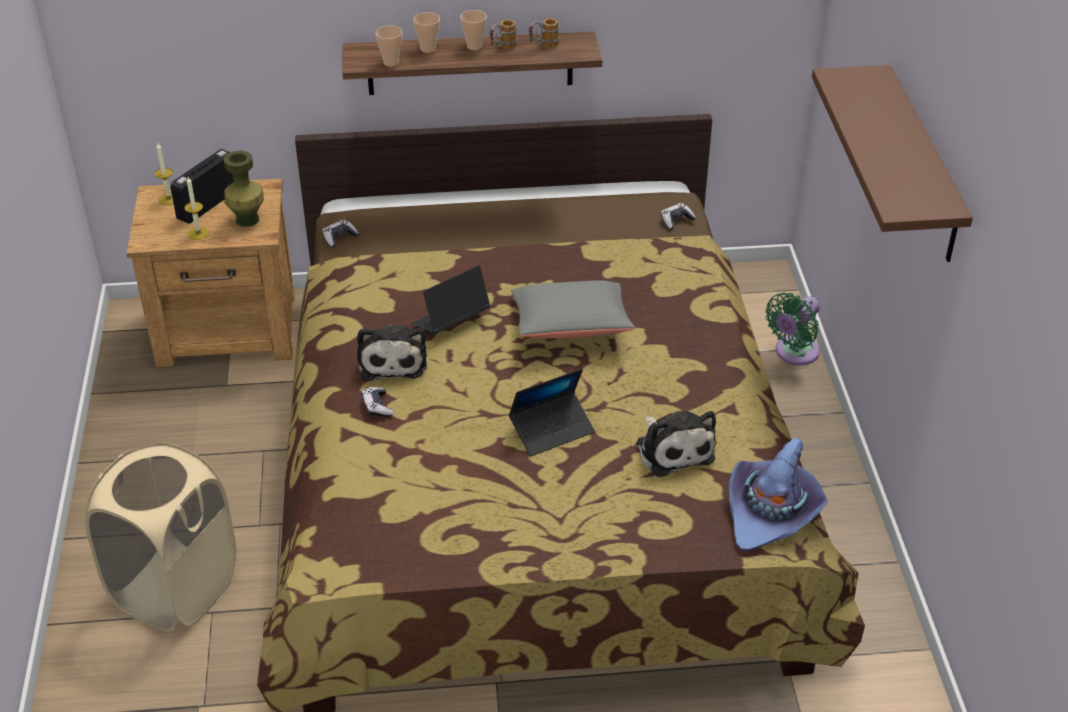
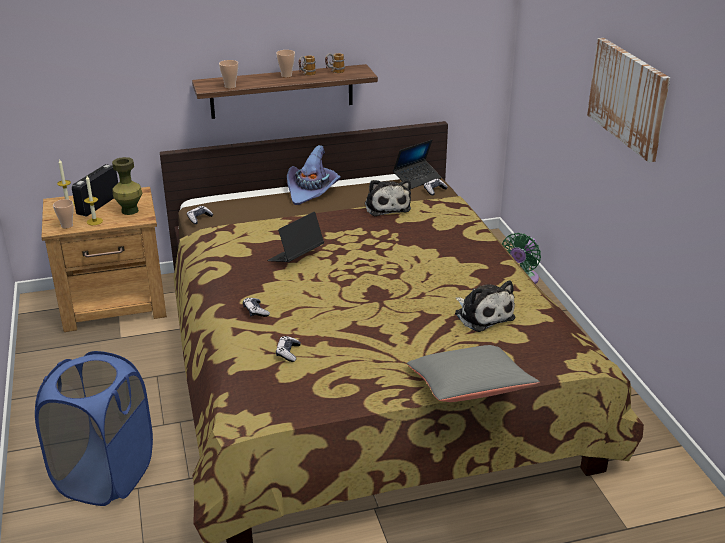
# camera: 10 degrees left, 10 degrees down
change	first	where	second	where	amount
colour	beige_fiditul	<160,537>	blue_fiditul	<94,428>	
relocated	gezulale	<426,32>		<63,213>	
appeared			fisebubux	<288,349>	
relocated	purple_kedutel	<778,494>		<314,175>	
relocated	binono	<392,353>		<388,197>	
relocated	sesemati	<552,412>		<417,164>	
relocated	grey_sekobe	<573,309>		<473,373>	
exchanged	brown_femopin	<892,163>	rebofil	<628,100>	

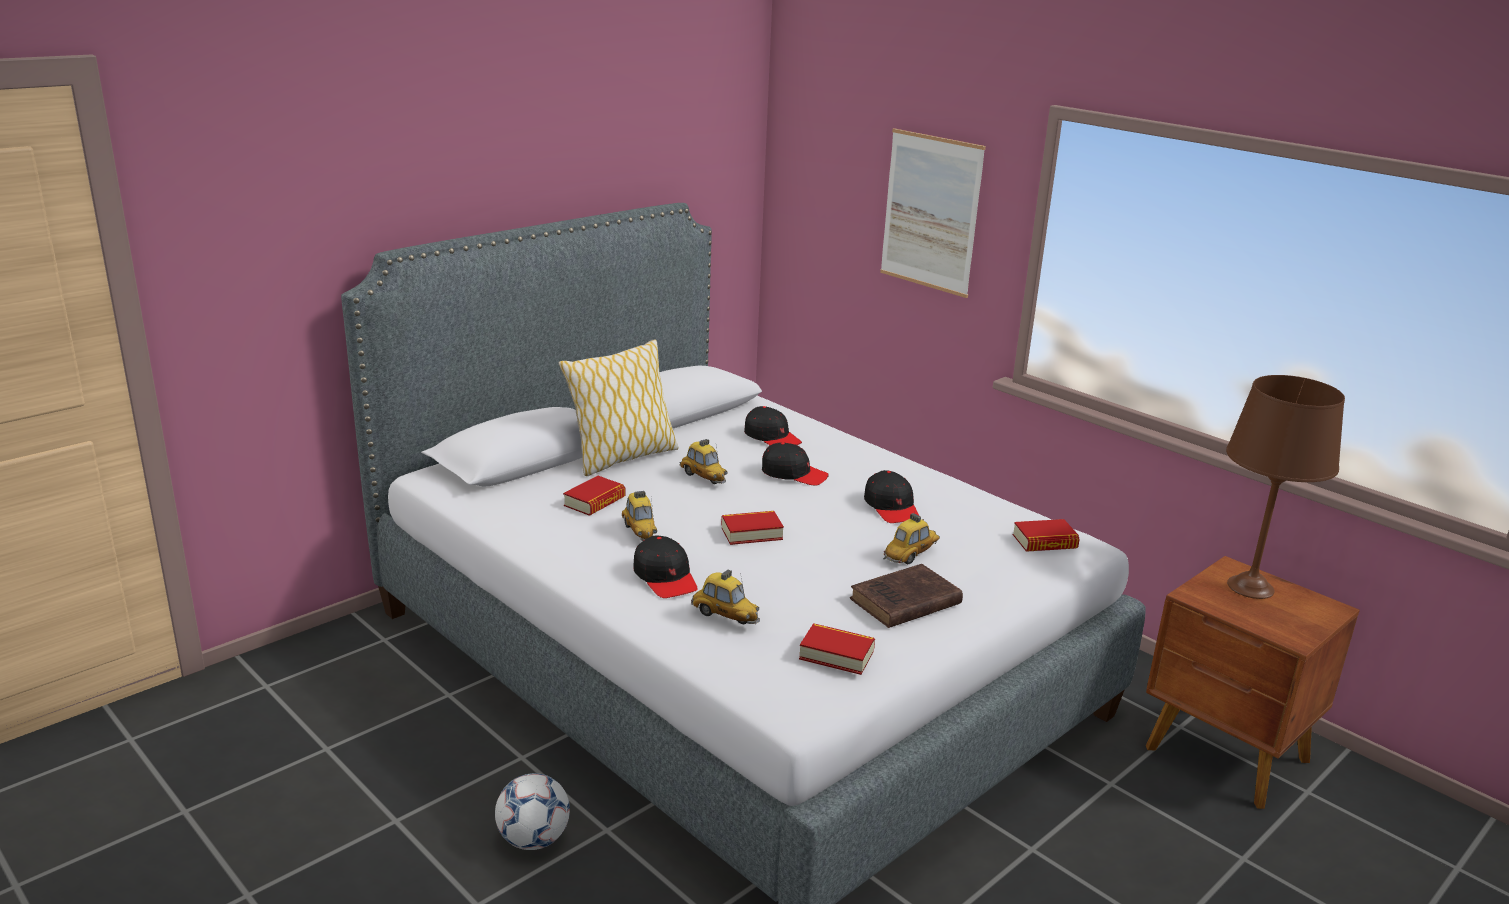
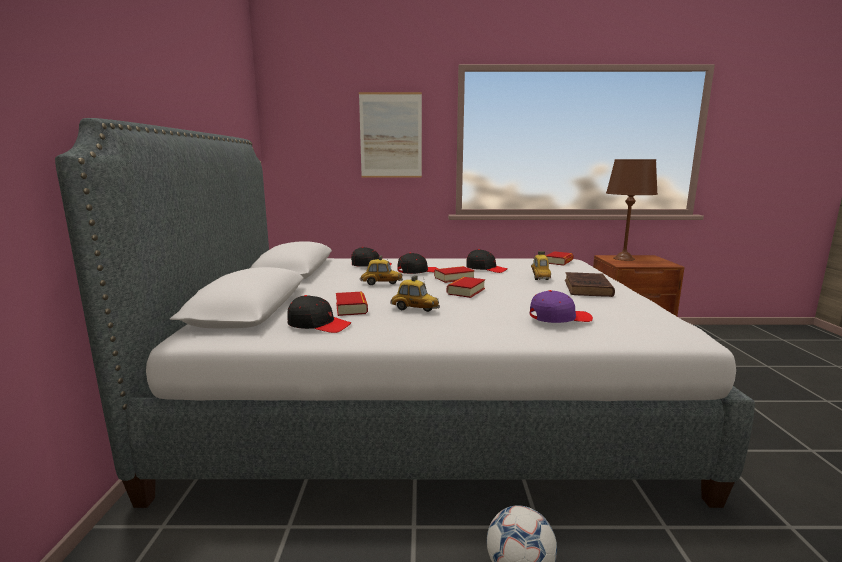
# camera: 45 degrees left, 10 degrees down
change	first	where	second	where	amount
relocated	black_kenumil	<665,567>		<319,314>	
relocated	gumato	<837,649>		<454,274>	
exchanged	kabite	<725,597>	purple_kenumil	<561,306>	
missing	sekobe	<619,407>			

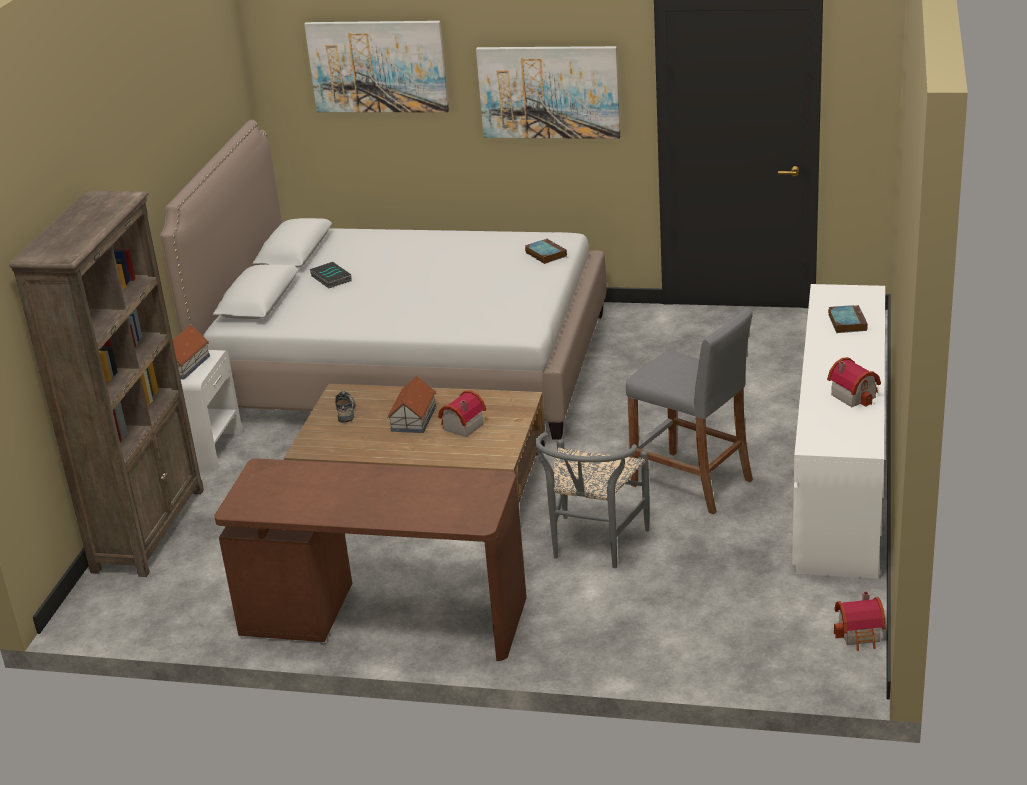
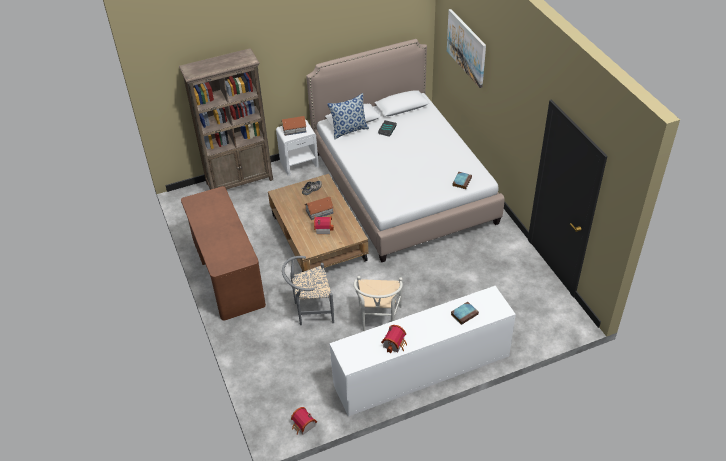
# camera: 55 degrees right, 15 degrees up
change	first	where	second	where	amount
appeared			sekobe	<348,116>	
exchanged	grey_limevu	<689,411>	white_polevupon	<378,303>	
missing	rebofil	<548,92>			

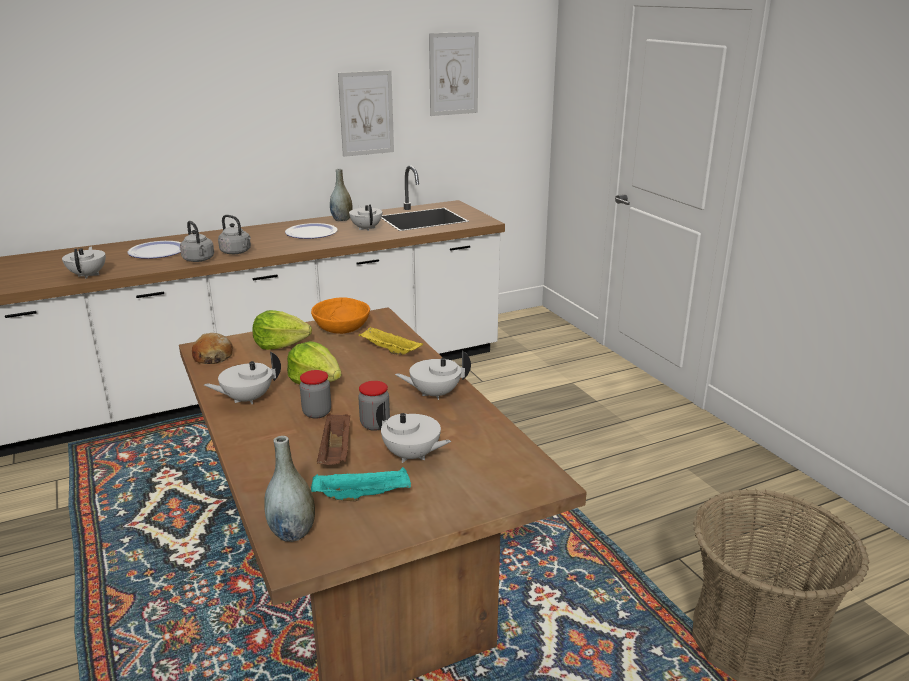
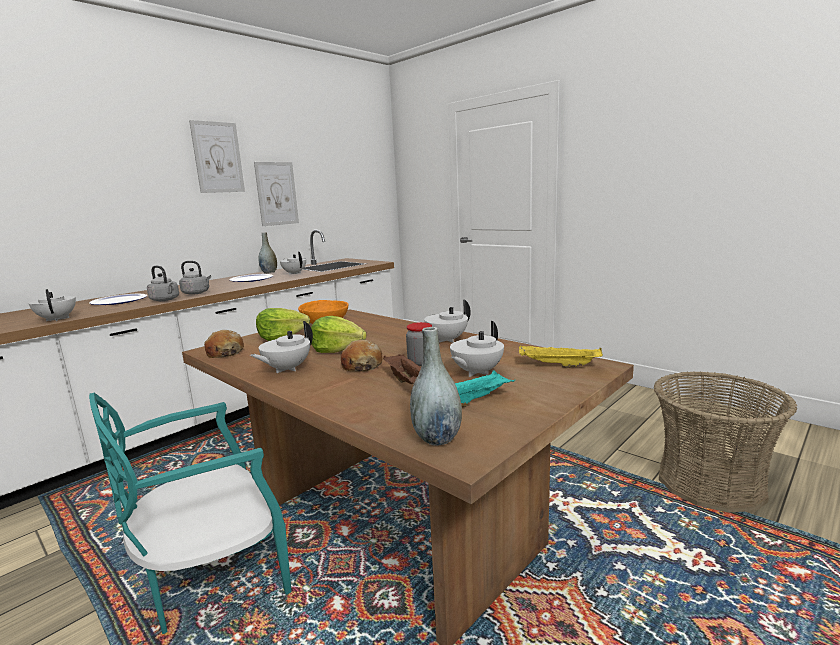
# camera: 20 degrees left, 10 degrees down
change	first	where	second	where	amount
appeared			turquoise_polevupon	<190,513>	
relocated	rebofil	<454,74>		<217,156>	
exchanged	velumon	<315,394>	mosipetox	<361,356>	
spun	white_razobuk	<413,432>		<477,349>	120 degrees clockwise
relocated	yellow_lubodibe	<391,340>		<561,356>	

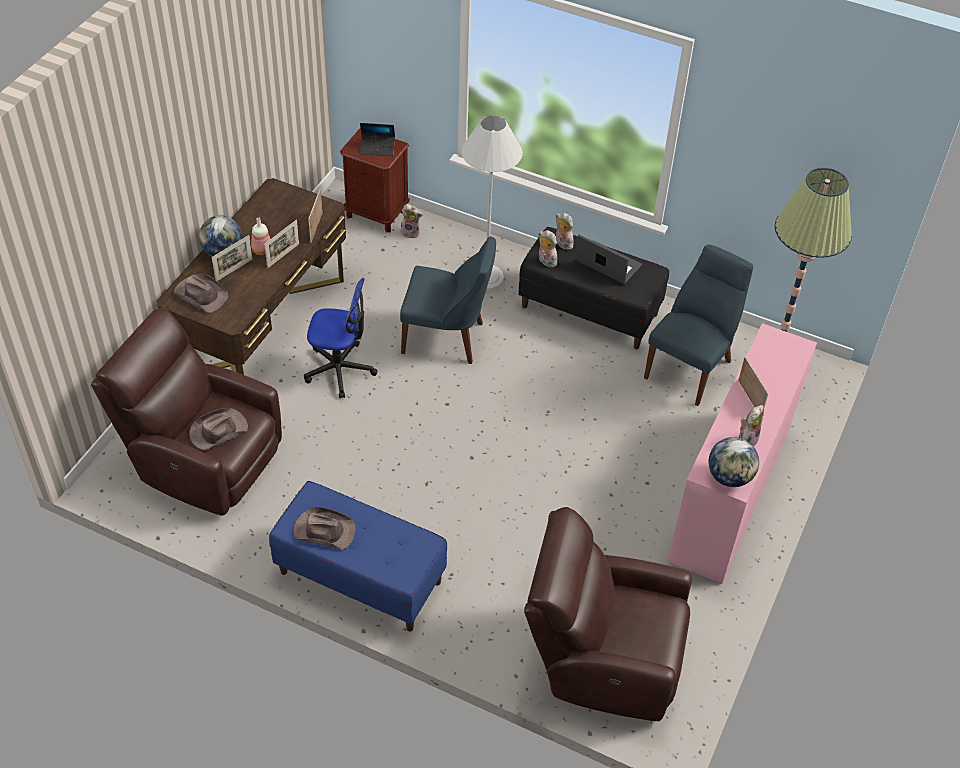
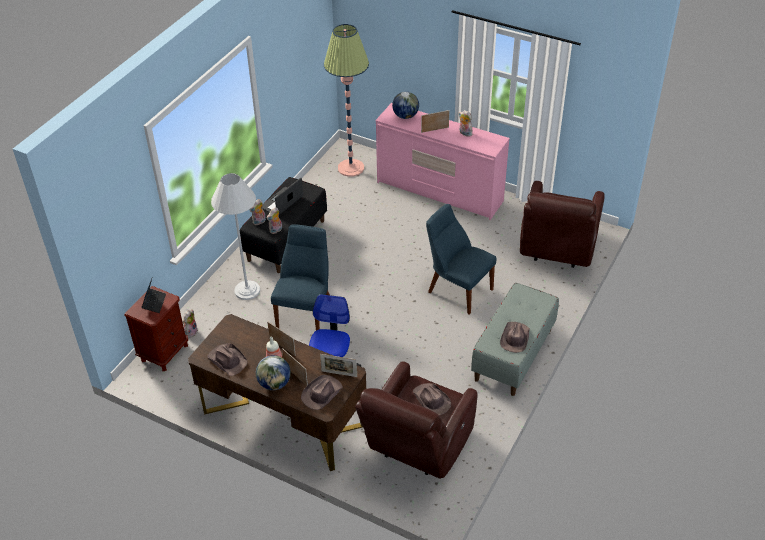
# camera: 85 degrees left, 5 degrees down
change	first	where	second	where	amount
appeared			brown_kedutel	<227,359>	
relocated	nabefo	<315,216>		<338,365>	
relocated	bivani	<733,462>		<405,105>	
relocated	blue_polevupon	<698,325>		<461,259>	
colour	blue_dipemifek	<358,556>	grey_dipemifek	<515,339>	

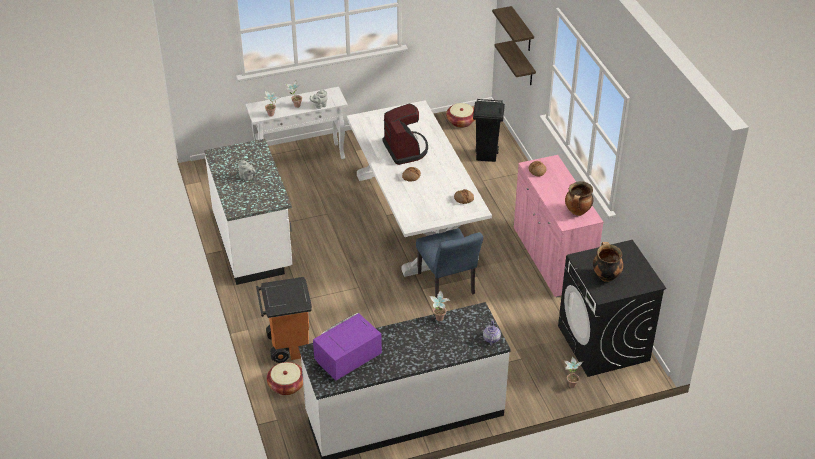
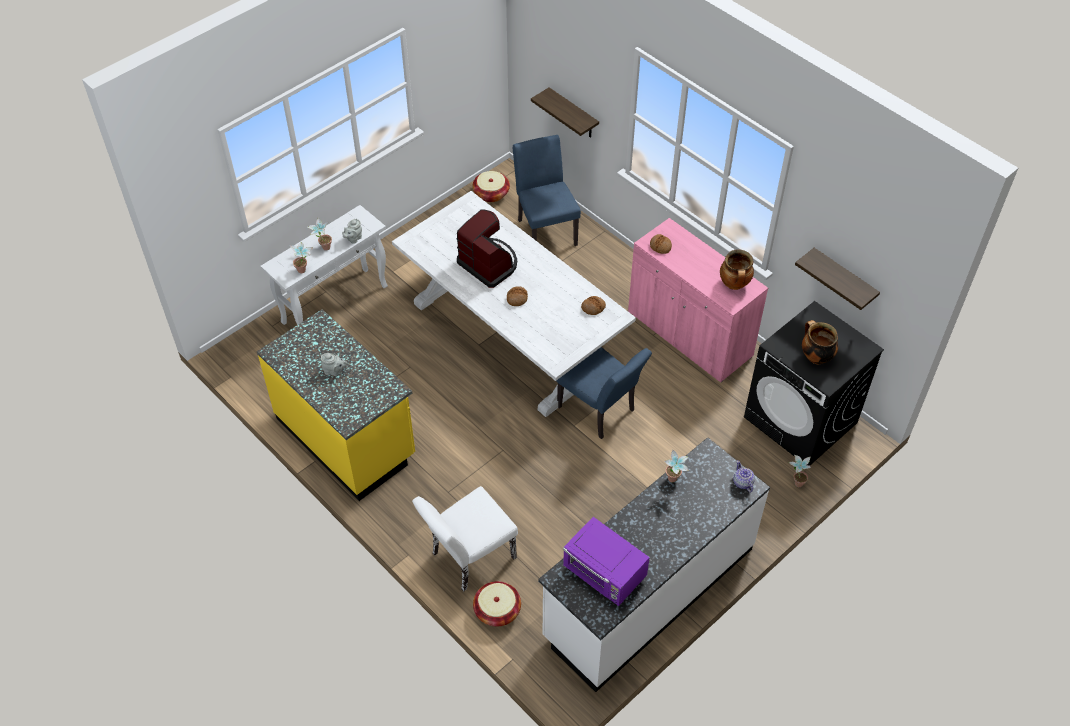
# camera: 25 degrees left, 10 degrees up
change	first	where	second	where	amount
colour	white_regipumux	<248,212>	yellow_regipumux	<336,405>	
exchanged	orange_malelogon	<284,320>	white_polevupon	<465,538>	
exchanged	black_malelogon	<489,130>	blue_polevupon	<547,190>	
spun	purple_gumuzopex	<347,347>		<606,561>	75 degrees counterclockwise
relocated	femopin	<513,28>		<837,279>	

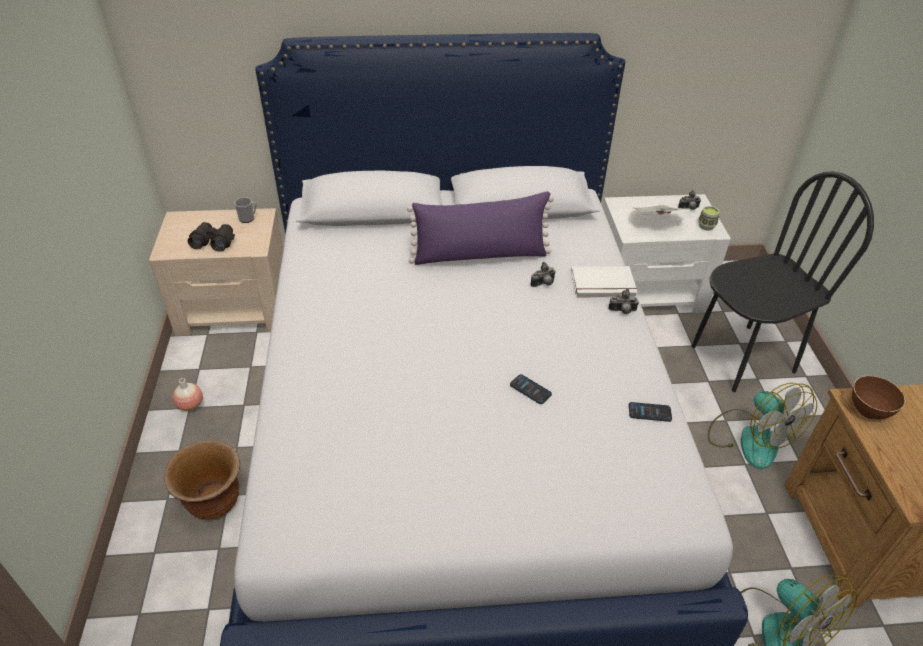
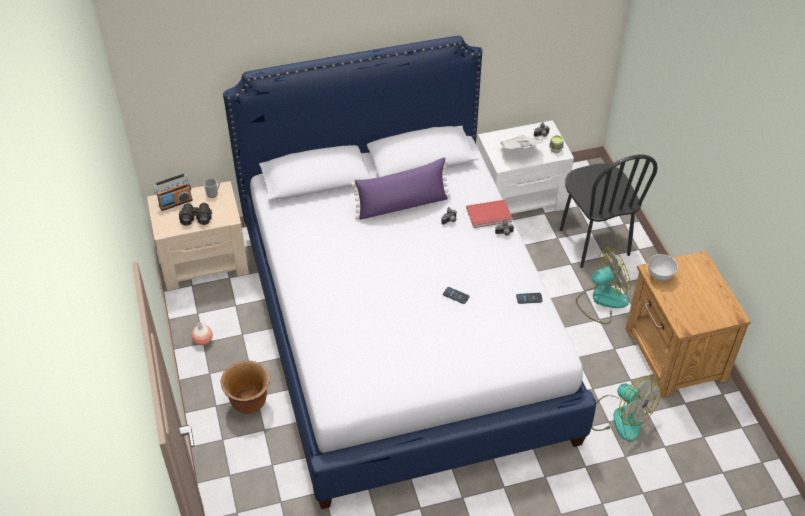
# camera: 10 degrees left, 5 degrees up
change	first	where	second	where	amount
appeared			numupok	<173,192>	
colour	white_gumato	<604,282>	red_gumato	<489,214>	
spun	black_polevupon	<782,281>		<609,211>	105 degrees clockwise
spun	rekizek	<762,426>		<603,286>	75 degrees counterclockwise
colour	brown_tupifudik	<879,397>	grey_tupifudik	<663,267>	

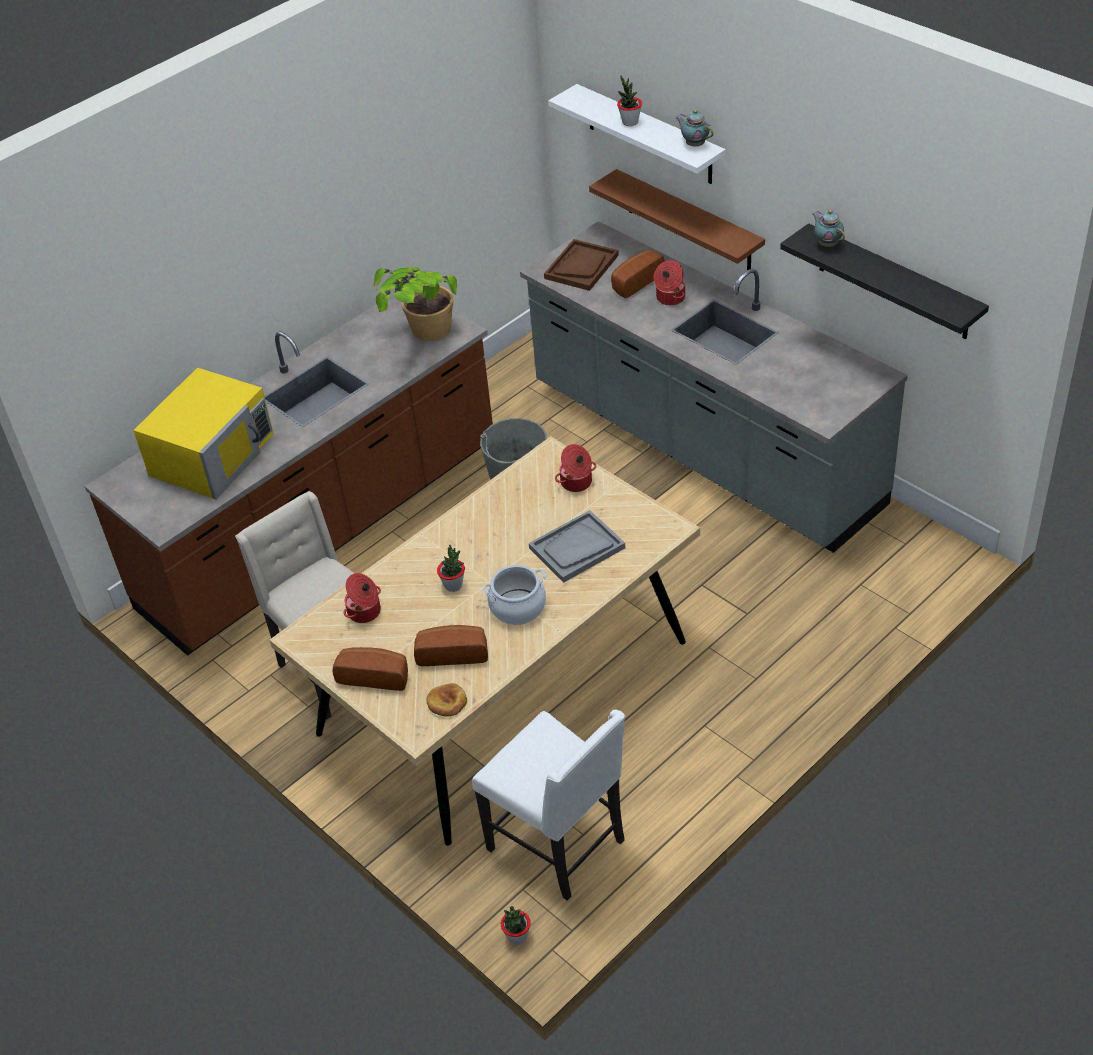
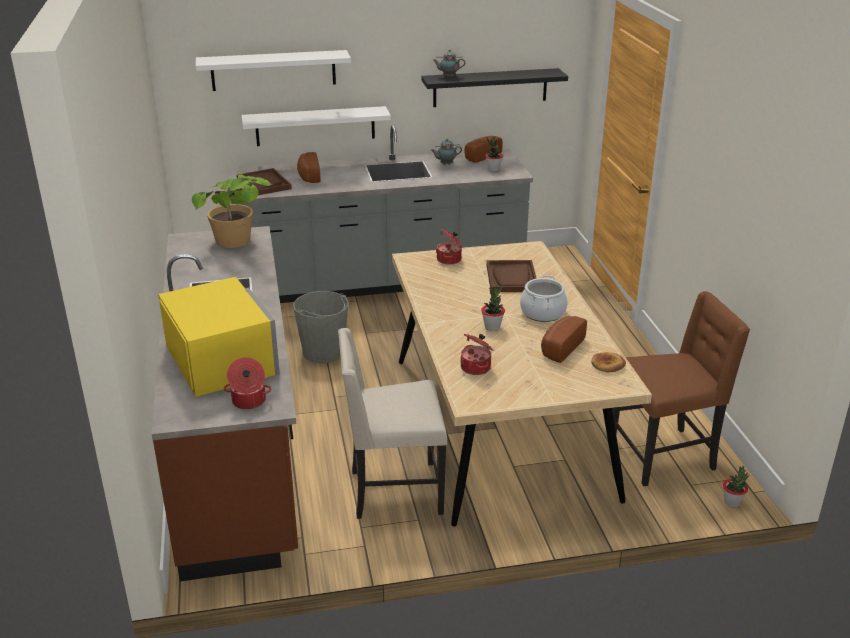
# camera: 60 degrees left, 15 degrees down
change	first	where	second	where	amount
relocated	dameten	<669,282>		<248,383>	
colour	brown_femopin	<677,219>	white_femopin	<316,126>	
relocated	razobuk	<695,128>		<446,152>	
relocated	mosipetox	<370,669>		<484,149>	
relocated	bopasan	<629,101>		<494,154>	
colour	grey_lubodibe	<577,546>	brown_lubodibe	<512,276>	
colour	white_polevupon	<548,805>	brown_polevupon	<681,388>	

